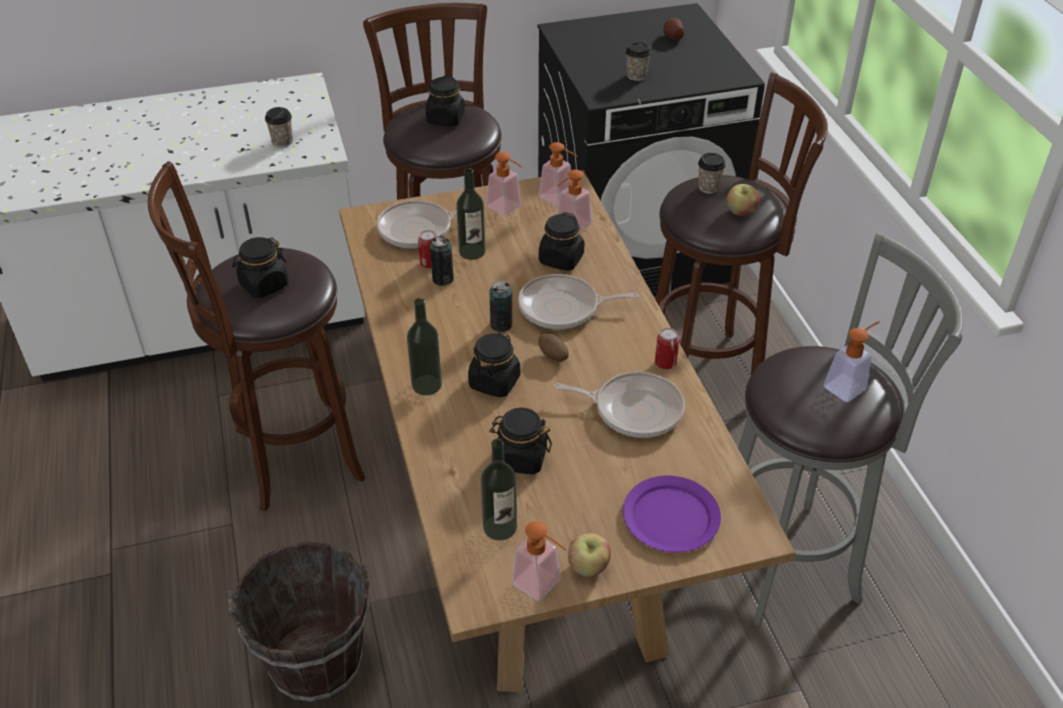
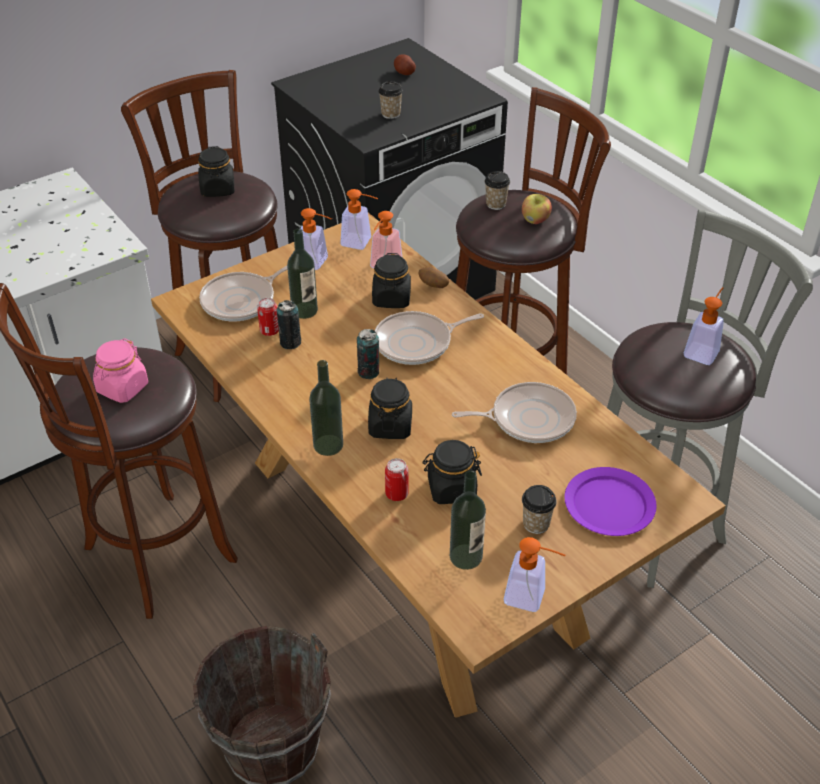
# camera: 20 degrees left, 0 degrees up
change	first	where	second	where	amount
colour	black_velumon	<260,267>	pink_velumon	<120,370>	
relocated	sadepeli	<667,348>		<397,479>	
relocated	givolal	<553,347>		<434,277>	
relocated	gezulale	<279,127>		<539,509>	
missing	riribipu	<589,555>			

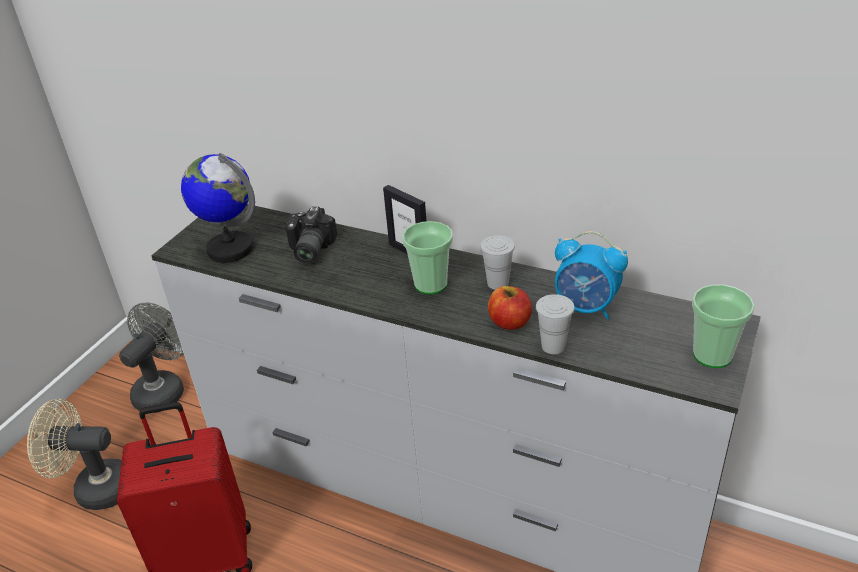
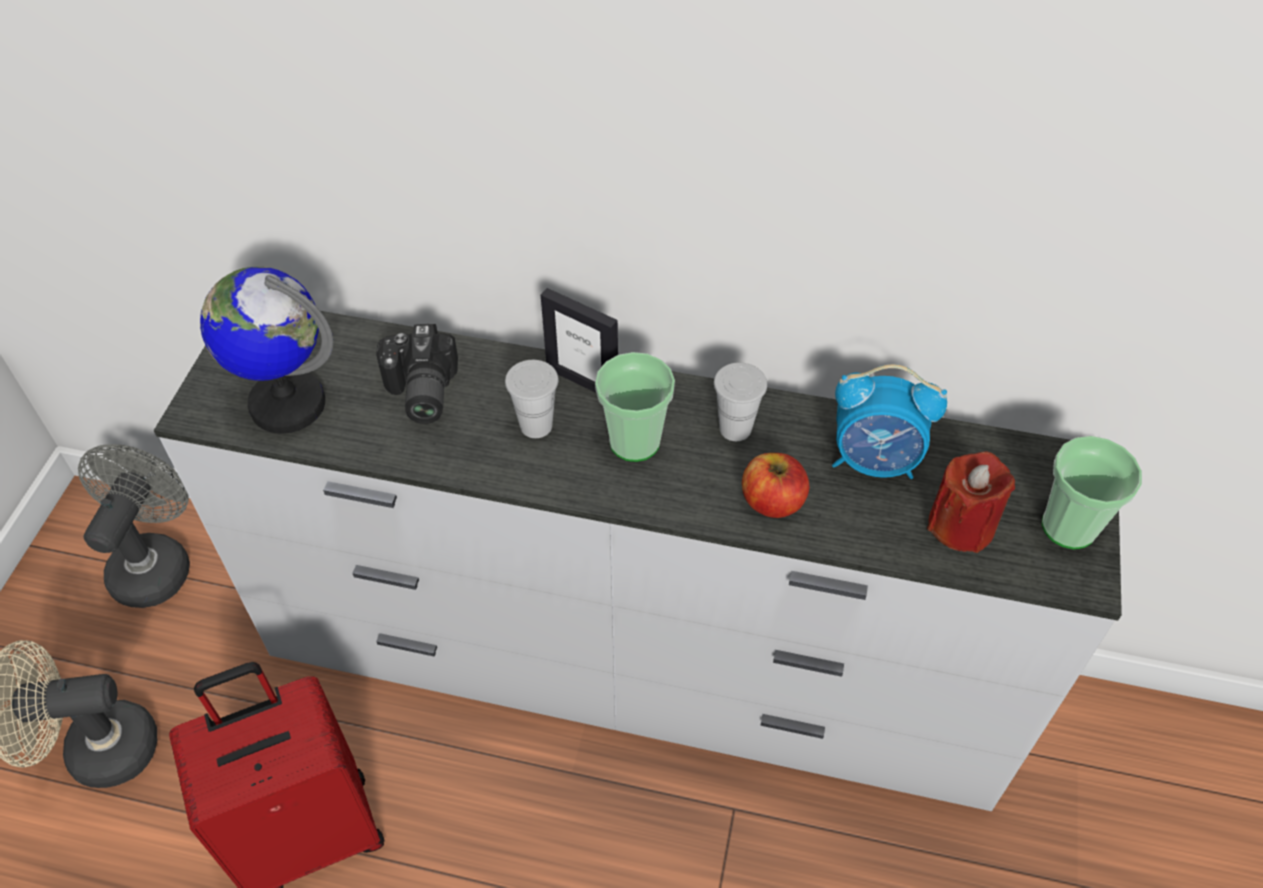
# camera: 15 degrees left, 15 degrees up
change	first	where	second	where	amount
relocated	white_gezulale	<555,324>		<531,399>	
appeared			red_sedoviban	<971,502>	

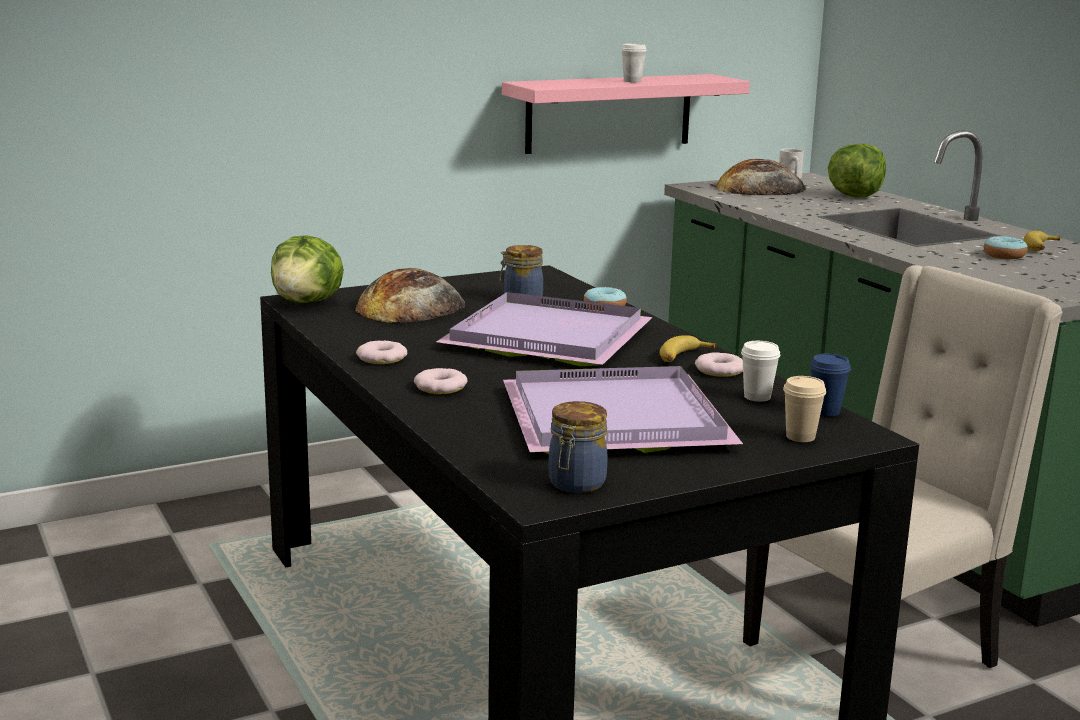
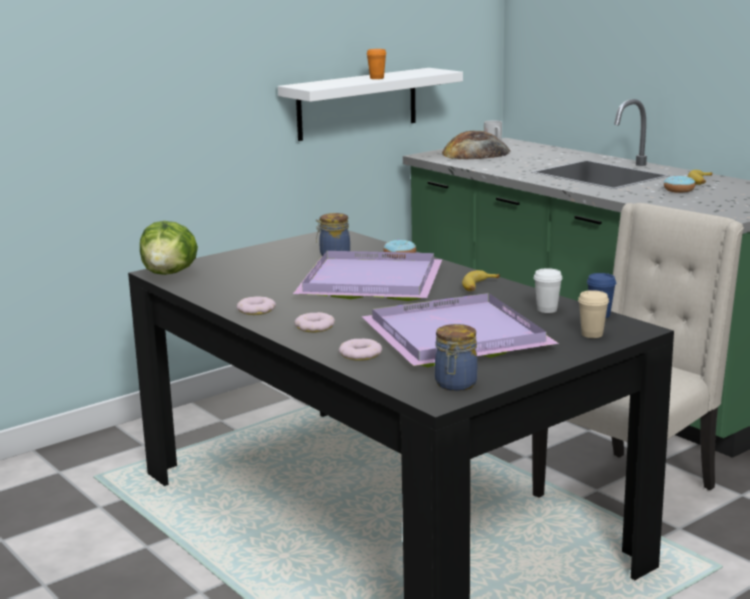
# camera: 10 degrees left, 0 degrees up
change	first	where	second	where	amount
colour	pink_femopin	<626,114>	white_femopin	<370,104>	
relocated	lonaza	<719,364>		<360,350>	
colour	white_gezulale	<634,62>	orange_gezulale	<376,64>	
missing	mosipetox	<410,295>			
missing	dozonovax	<857,170>			

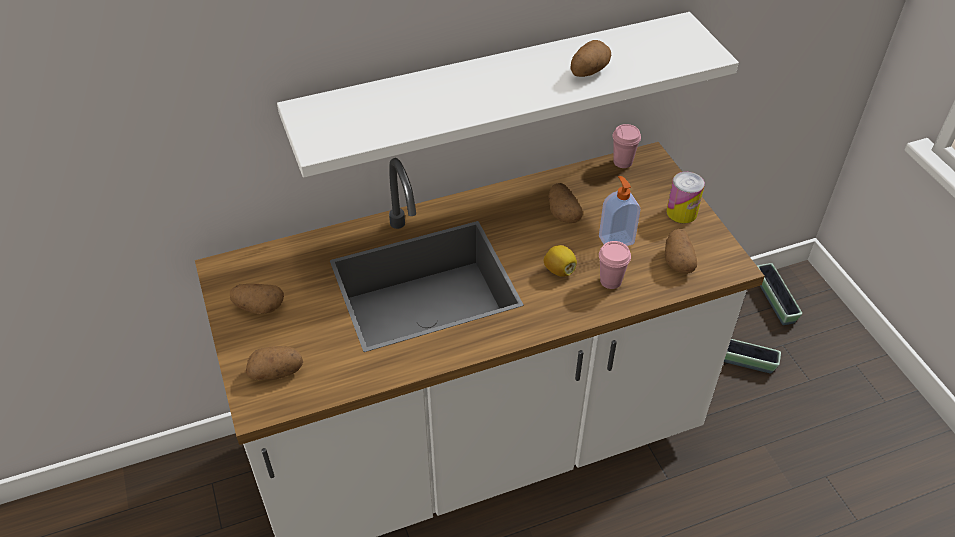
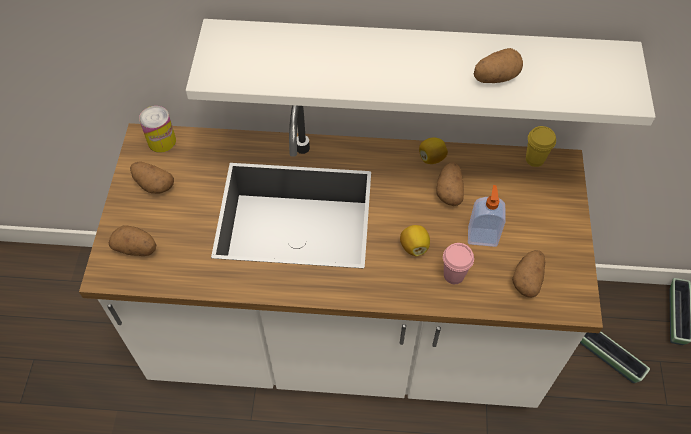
# camera: 25 degrees right, 10 degrees up
change	first	where	second	where	amount
relocated	sadepeli	<685,198>		<157,129>	
appeared			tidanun	<433,151>	
colour	pink_gezulale	<626,146>	yellow_gezulale	<541,146>	

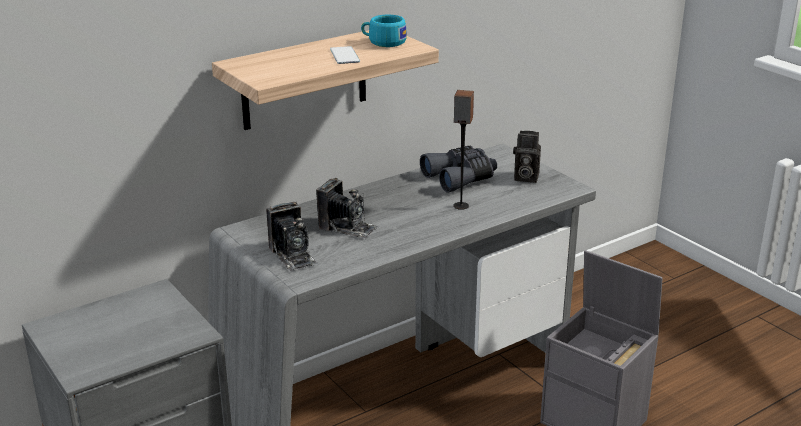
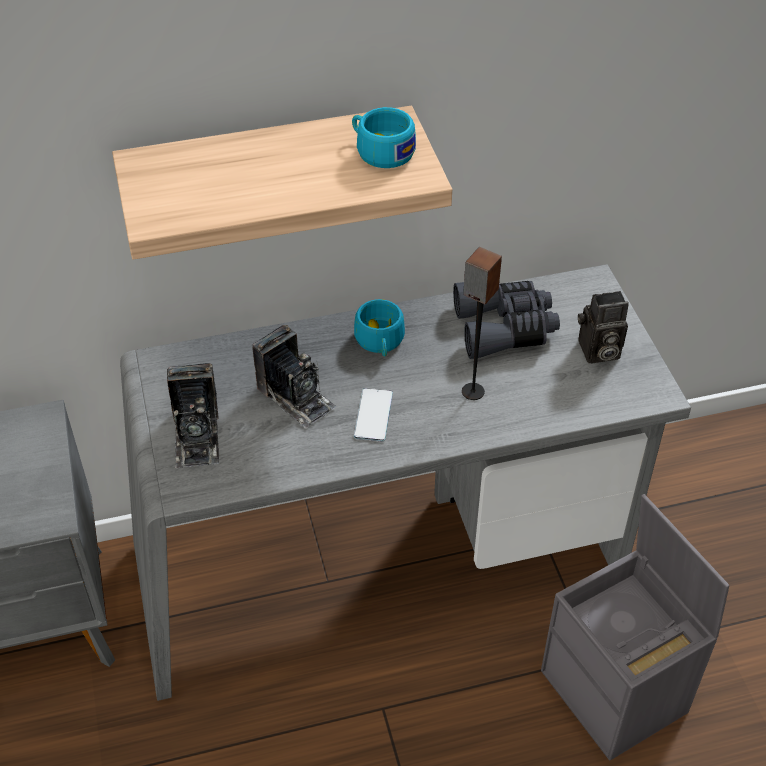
# camera: 20 degrees right, 20 degrees up
change	first	where	second	where	amount
appeared			turquoise_gezulale	<379,328>	
relocated	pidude	<345,55>		<373,415>	
spun	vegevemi	<527,157>		<603,327>	45 degrees counterclockwise

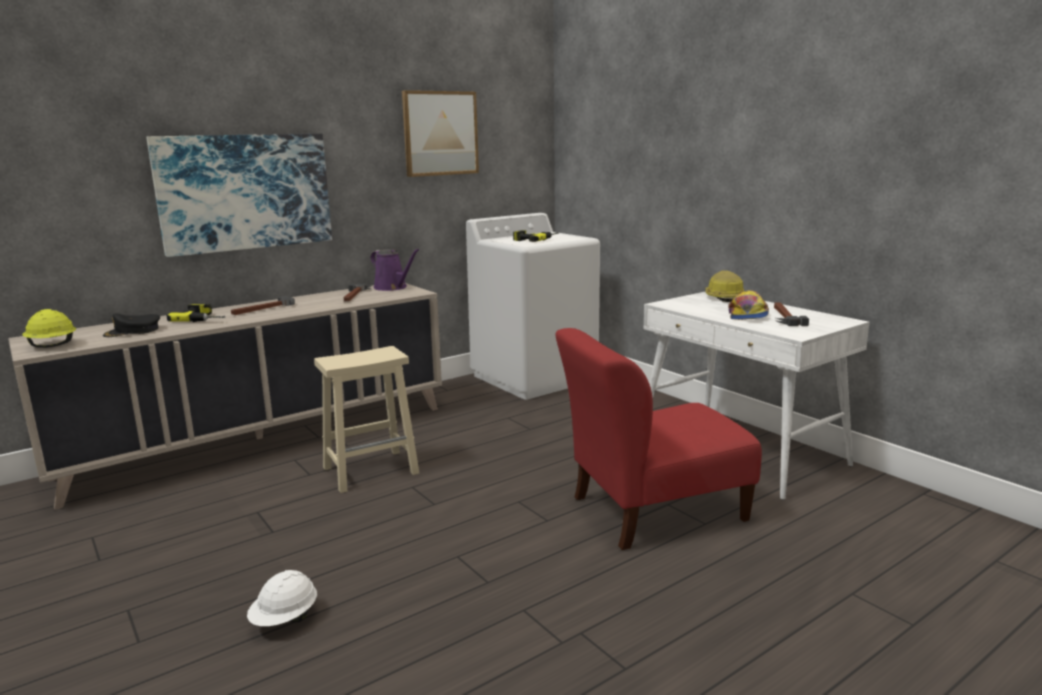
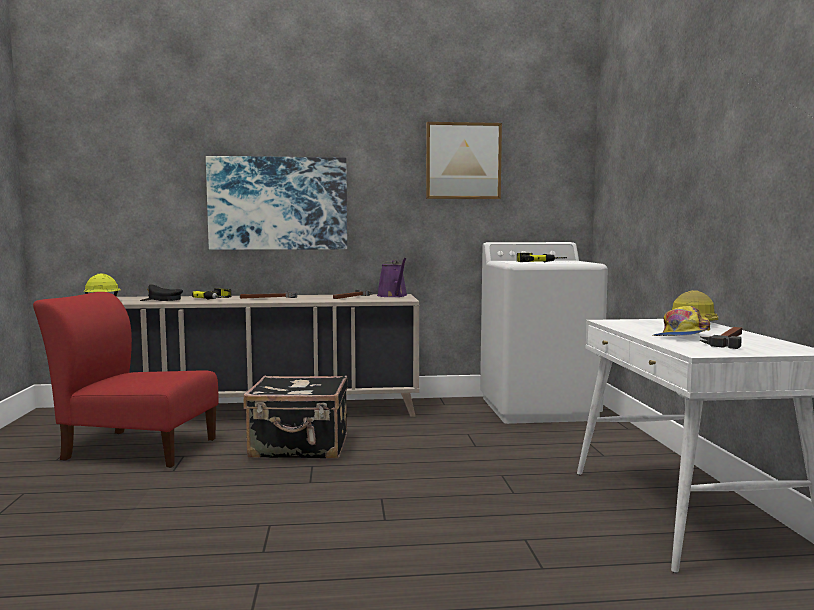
# camera: 30 degrees right, 10 degrees down
change	first	where	second	where	amount
relocated	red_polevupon	<659,439>		<126,380>	
exchanged	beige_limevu	<366,419>	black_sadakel	<295,417>	
missing	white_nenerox	<282,598>			

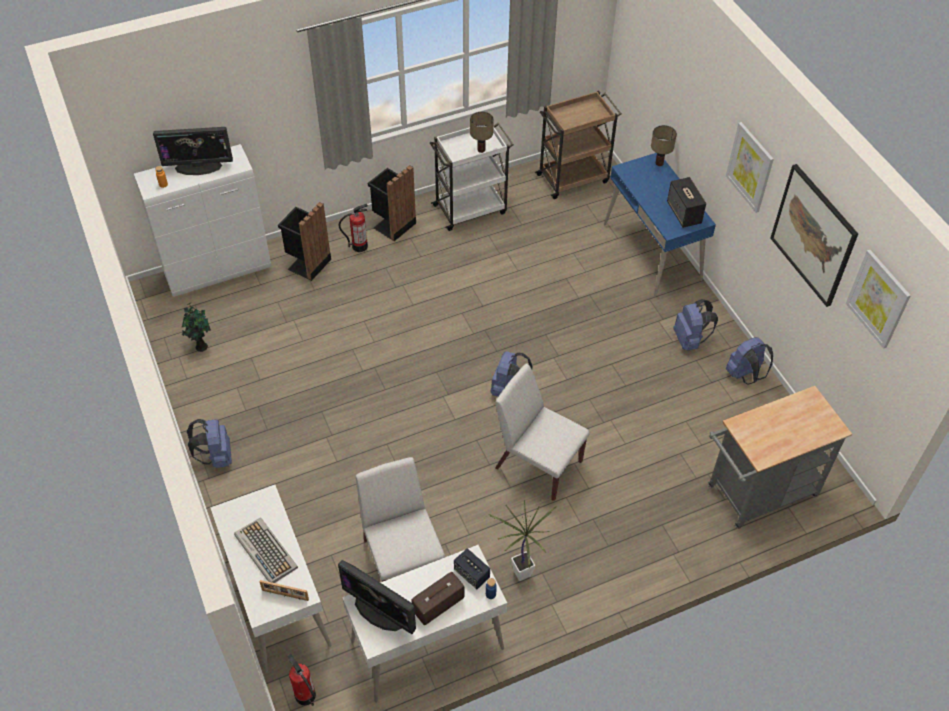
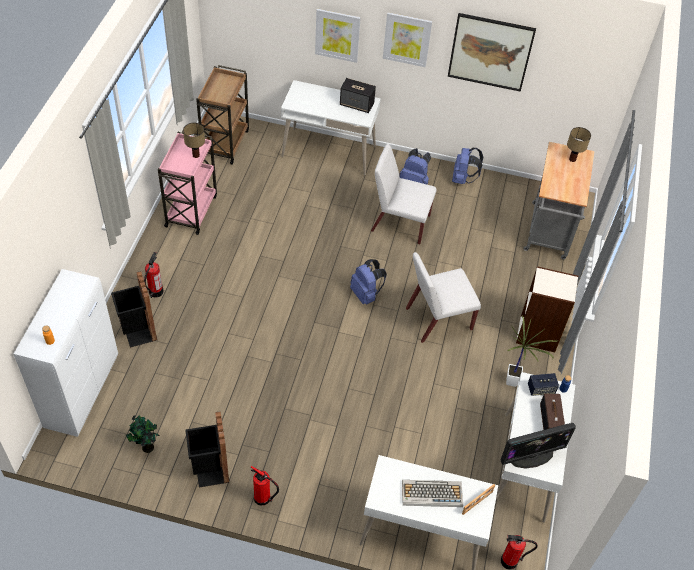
# camera: 55 degrees left, 0 degrees up
change	first	where	second	where	amount
colour	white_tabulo	<472,176>	pink_tabulo	<187,182>	
relocated	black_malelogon	<392,203>		<207,449>	
exchanged	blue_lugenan	<209,443>	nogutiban	<265,485>	
colour	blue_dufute	<660,225>	white_dufute	<331,127>	
relocated	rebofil	<878,299>		<338,36>	
relocated	white_polevupon	<400,519>		<404,194>	
appeared			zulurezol	<547,309>	
relocated	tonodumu	<664,145>		<579,144>	
missing	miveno	<193,151>			

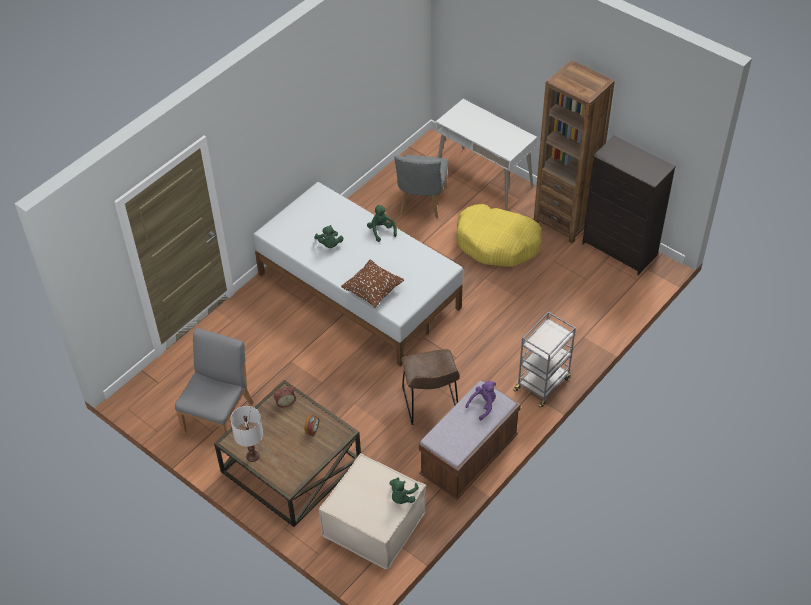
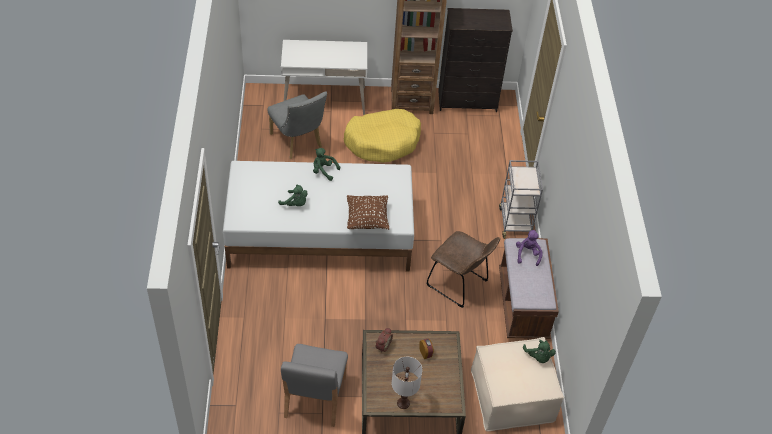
# camera: 45 degrees left, 0 degrees up
change	first	where	second	where	amount
spun	grey_polevupon	<214,382>		<314,385>	150 degrees counterclockwise

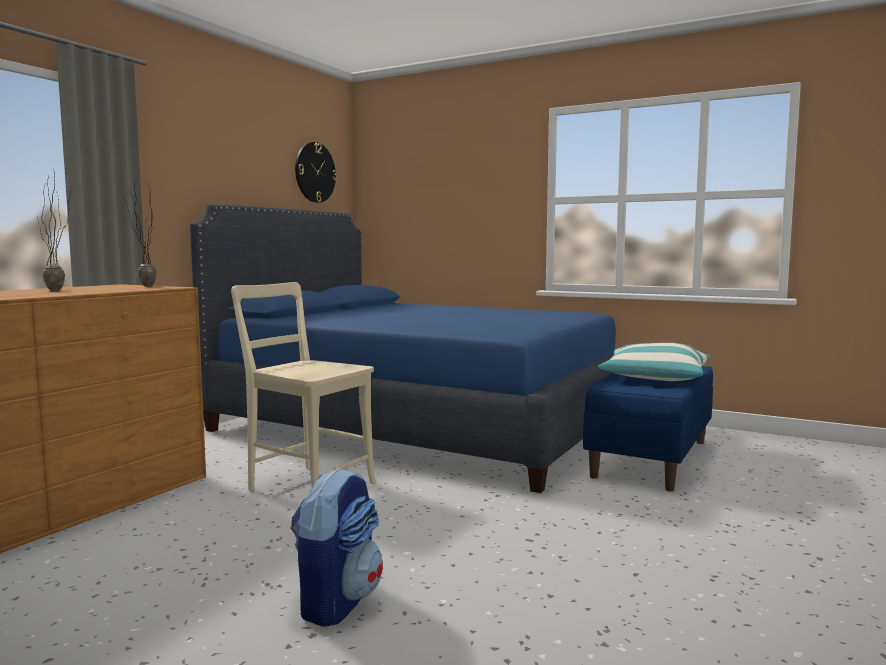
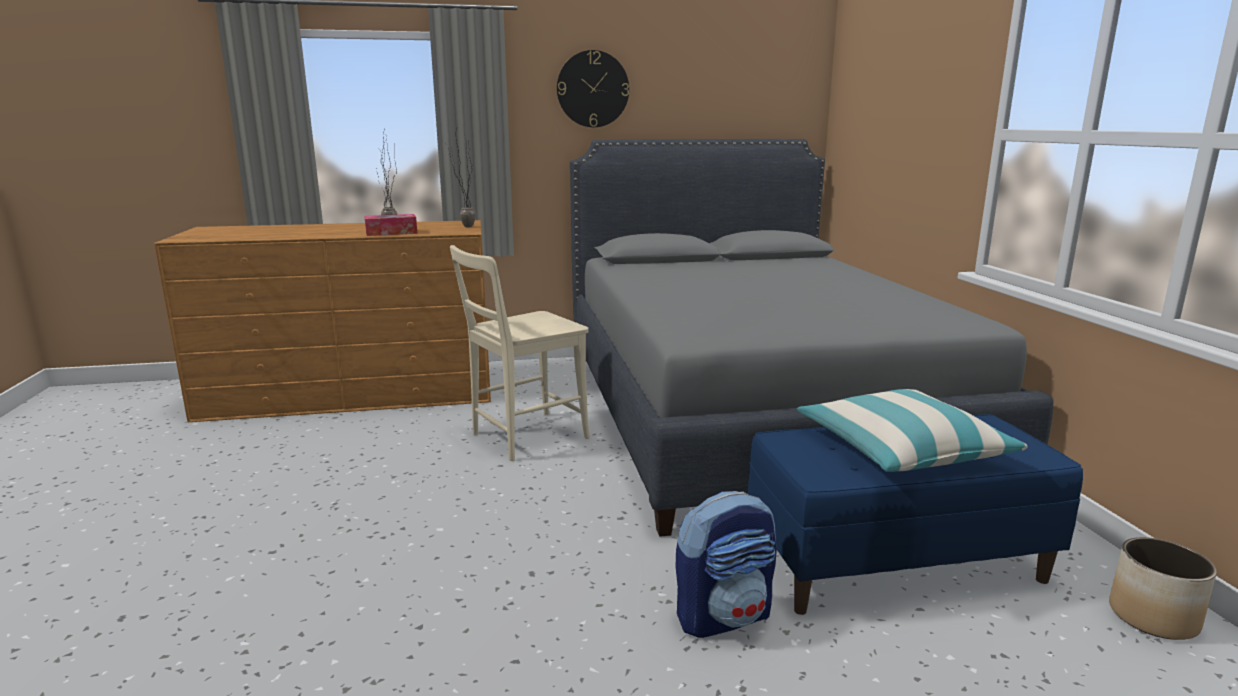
# camera: 50 degrees right, 10 degrees up
change	first	where	second	where	amount
appeared			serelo	<390,225>	
spun	beige_polevupon	<303,386>		<520,353>	120 degrees counterclockwise
relocated	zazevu	<316,172>		<593,88>	
colour	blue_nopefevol	<403,348>	grey_nopefevol	<811,338>	
relocated	lugenan	<336,547>		<726,564>	
appeared			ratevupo	<1163,588>	

